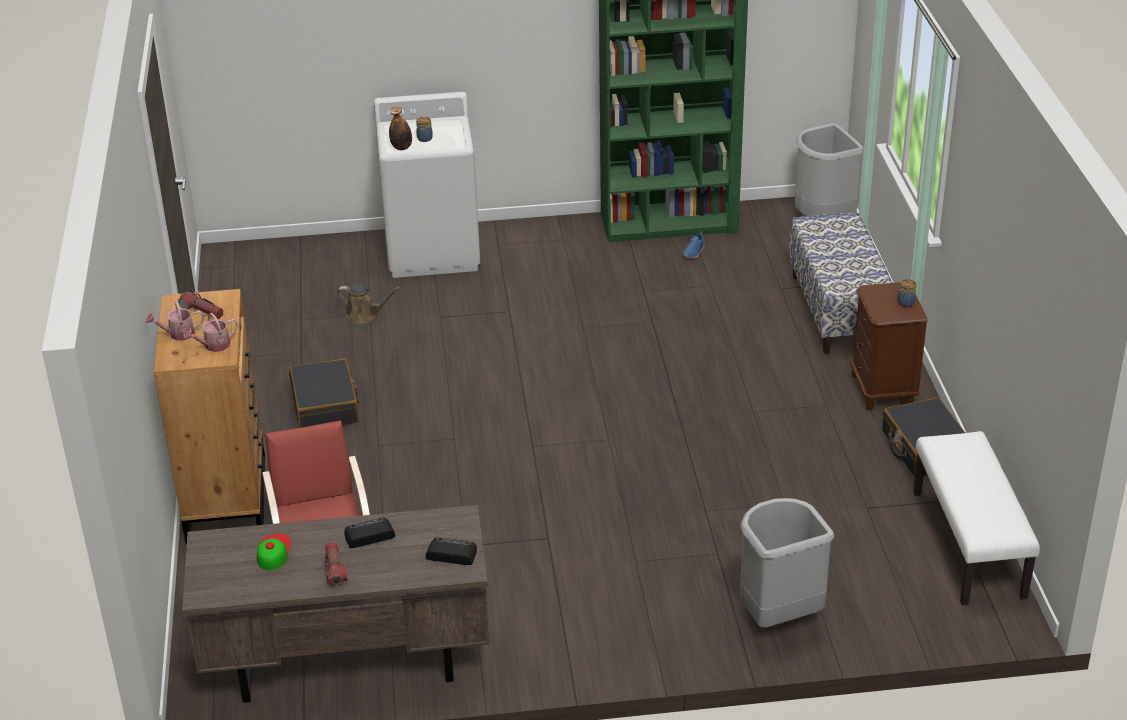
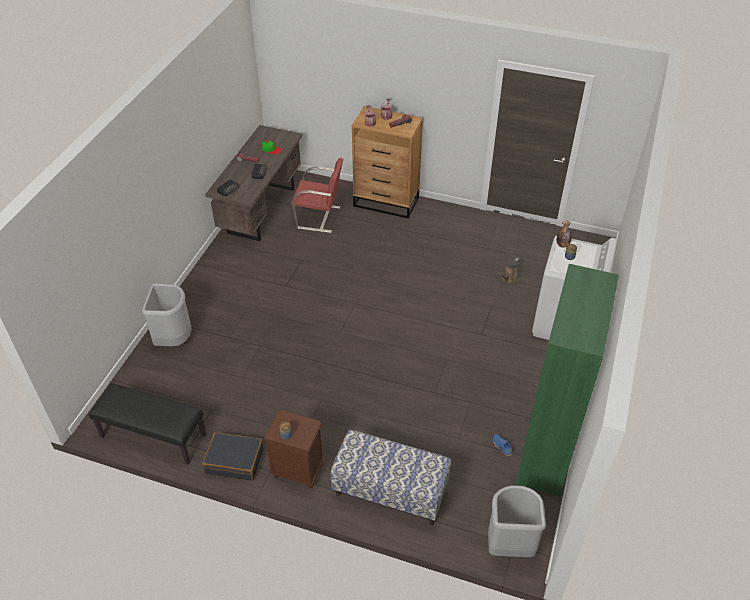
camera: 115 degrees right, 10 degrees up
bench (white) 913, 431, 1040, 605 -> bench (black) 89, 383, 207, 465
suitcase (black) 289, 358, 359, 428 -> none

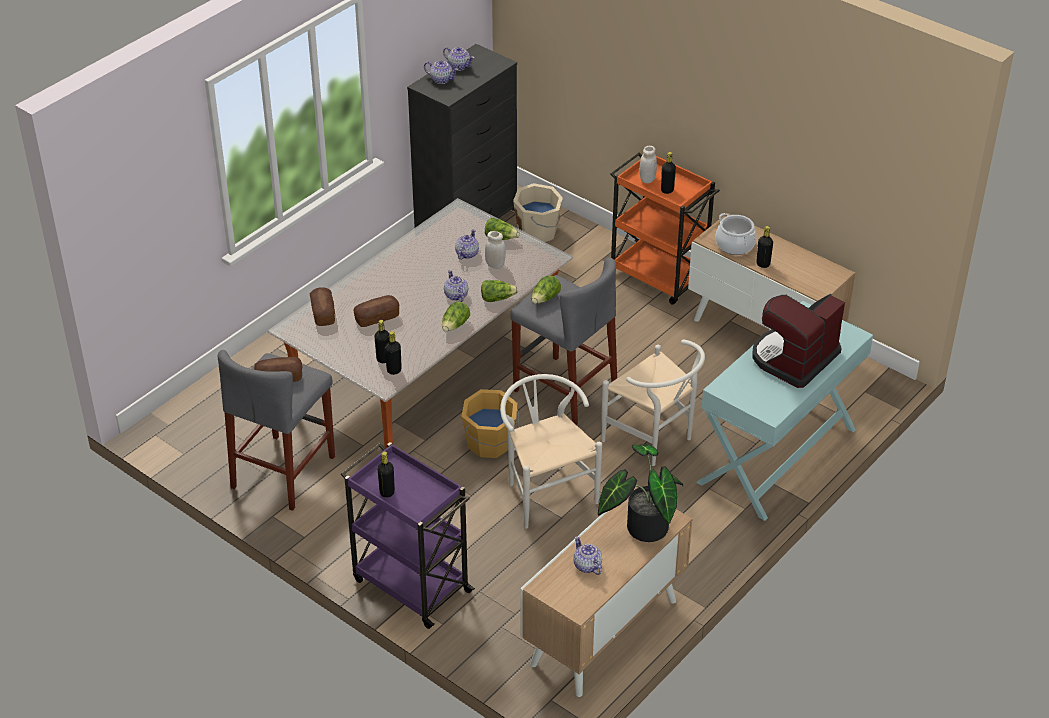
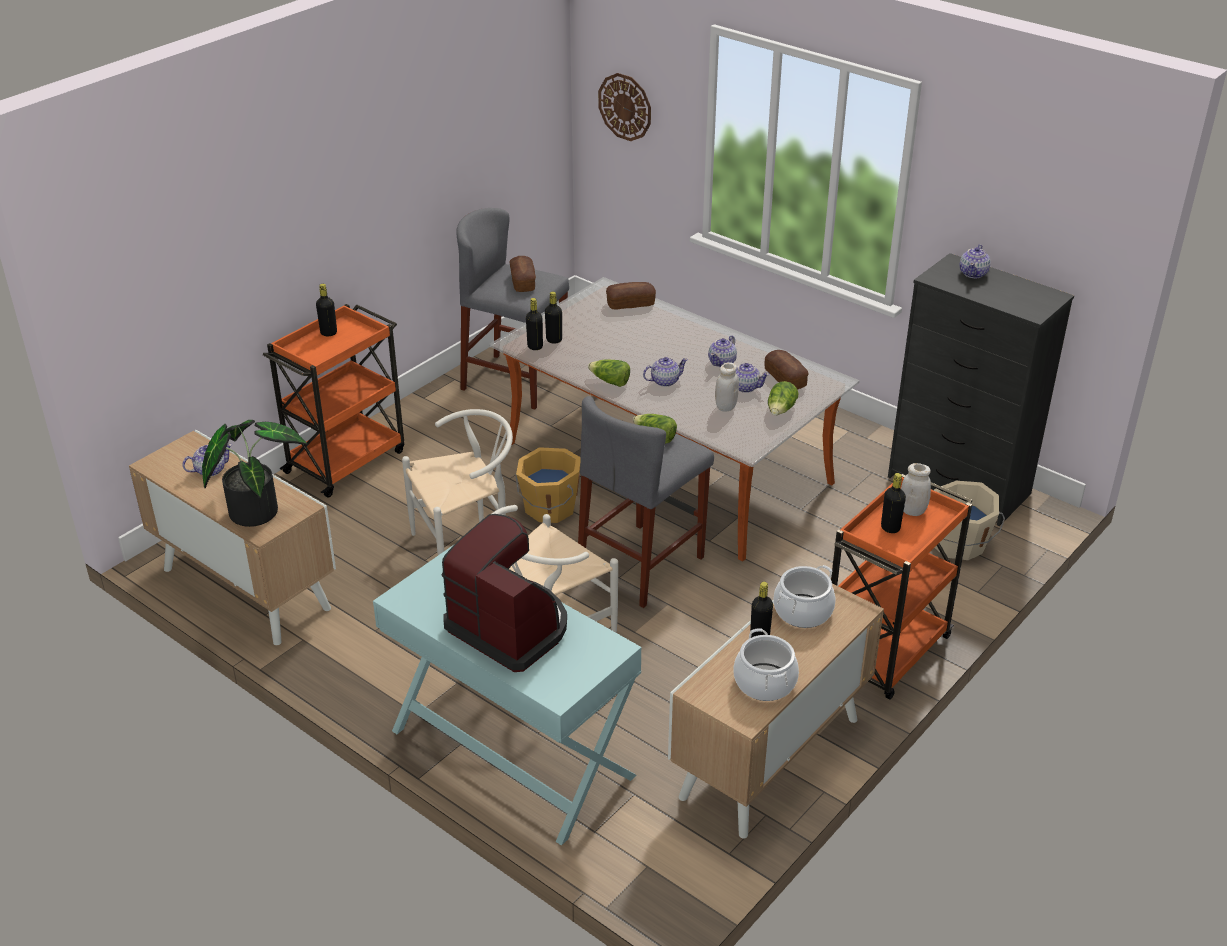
camera: 90 degrees right, 5 degrees down
cart (purple) 341, 442, 475, 629 -> cart (orange) 263, 304, 404, 498
none -> wall clock 598, 73, 651, 141
teapot 443, 47, 475, 71 -> teapot 708, 335, 737, 367, moved
none -> cooking pot 734, 628, 799, 701
bread 353, 295, 399, 327 -> bread 765, 350, 808, 389, moved
lettuce 481, 280, 519, 302 -> none

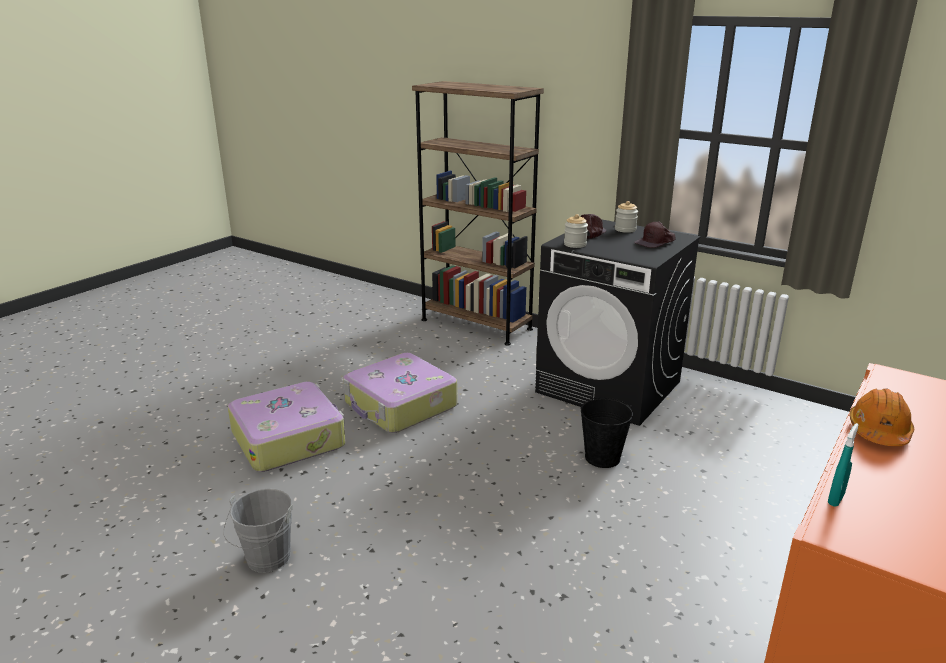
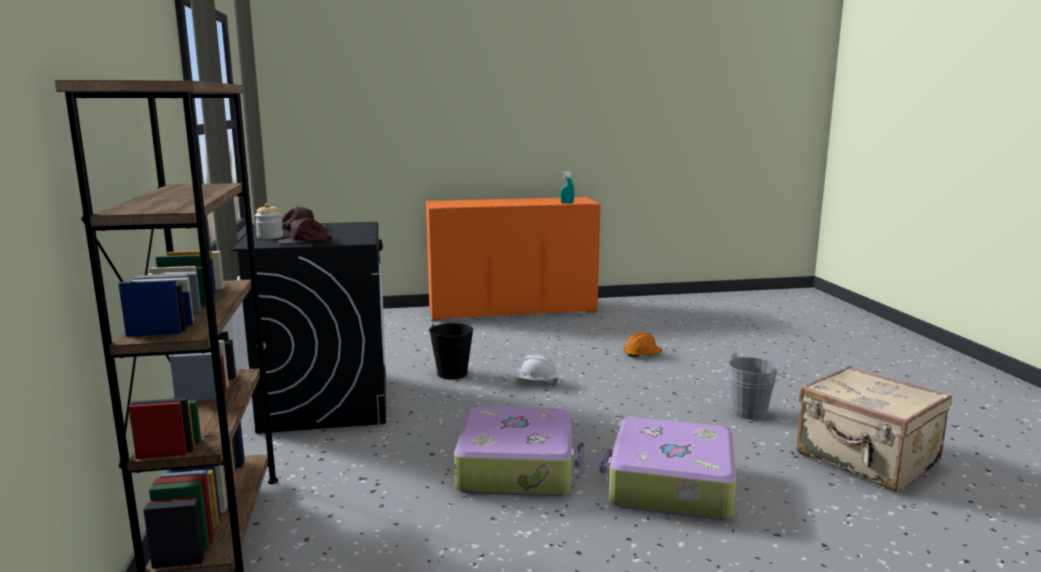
camera: 135 degrees left, 10 degrees down
none -> hard hat (white) 515, 354, 558, 384
hard hat (orange) 850, 388, 914, 446 -> hard hat (orange) 623, 332, 662, 357, moved
none -> suitcase (beige) 797, 366, 952, 493
jar 564, 214, 588, 248 -> none

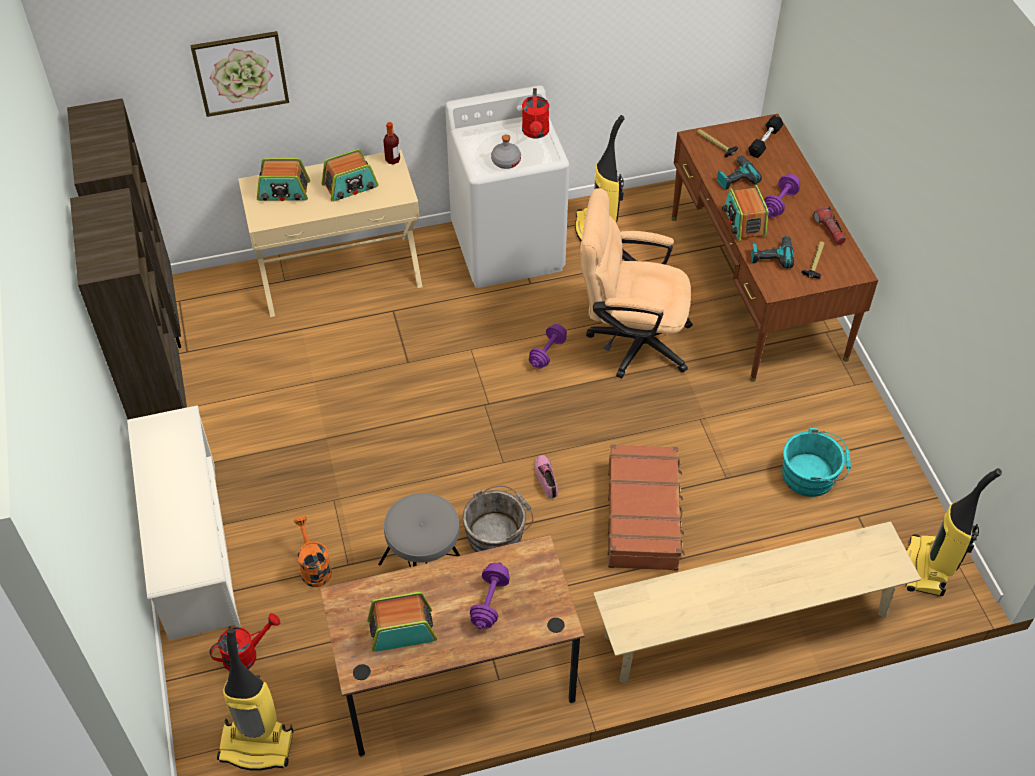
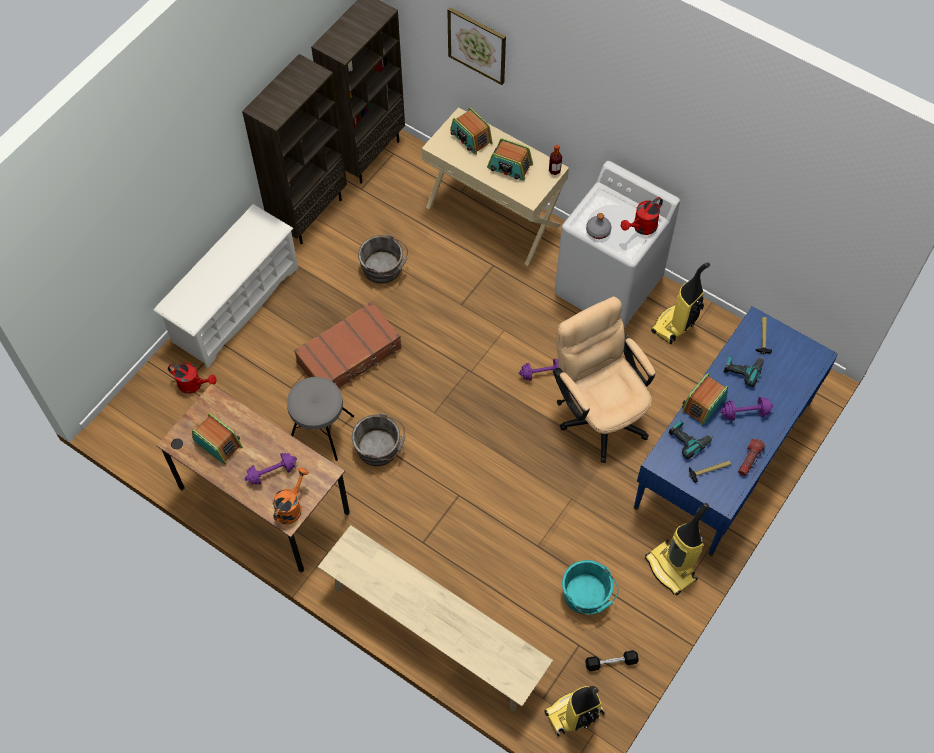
camera: 50 degrees right, 10 degrees up
watering can (orange) 294, 516, 332, 587 -> watering can (orange) 273, 467, 309, 524, moved
suitcase (brown) 608, 444, 685, 571 -> suitcase (brown) 294, 302, 402, 388, moved
none -> bucket (grey) 358, 234, 408, 284
dumbbell (black) 748, 115, 783, 158 -> dumbbell (black) 586, 650, 638, 671, moved
desk (brown) 672, 114, 878, 382 -> desk (blue) 634, 306, 838, 556
vacuum cleaner 217, 629, 293, 771 -> vacuum cleaner 645, 503, 709, 595, moved
shoe 534, 455, 559, 499 -> none

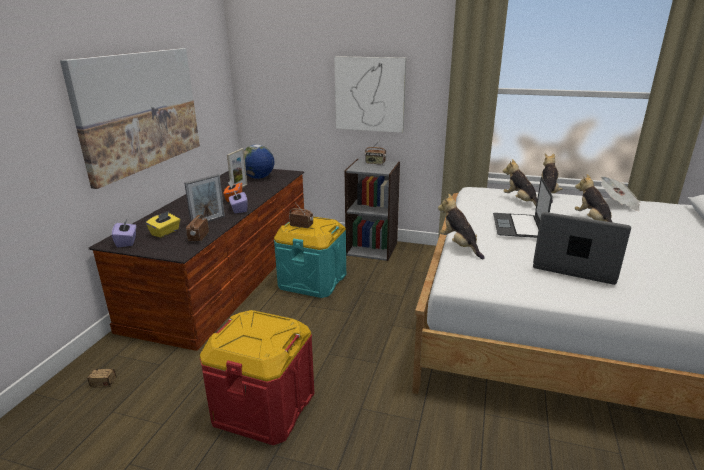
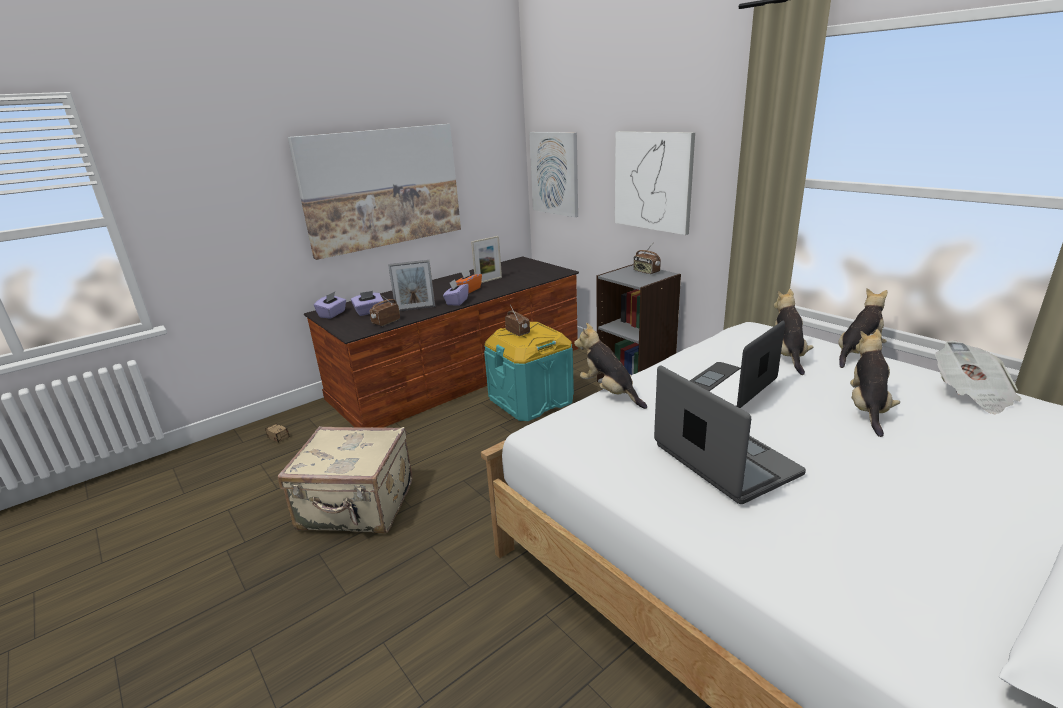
camera: 35 degrees right, 0 degrees up
storage box (red) 200, 310, 314, 445 -> suitcase (beige) 278, 426, 413, 533
tissue box (yellow) 146, 211, 180, 238 -> tissue box (purple) 351, 291, 384, 316
none -> picture 529, 132, 578, 217
plush toy 438, 194, 485, 260 -> plush toy 574, 323, 647, 409, 45 degrees counterclockwise
globe 244, 144, 274, 179 -> none

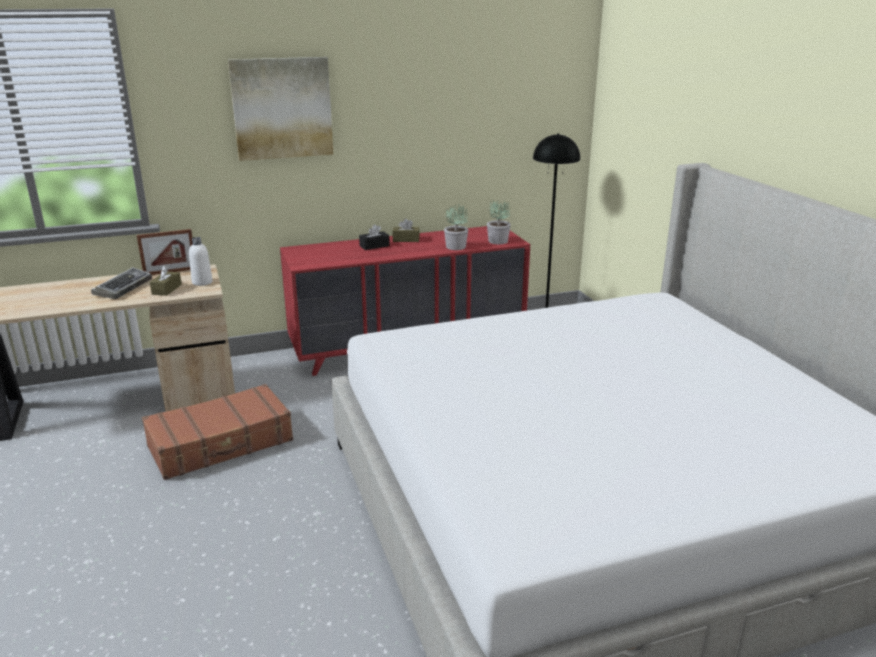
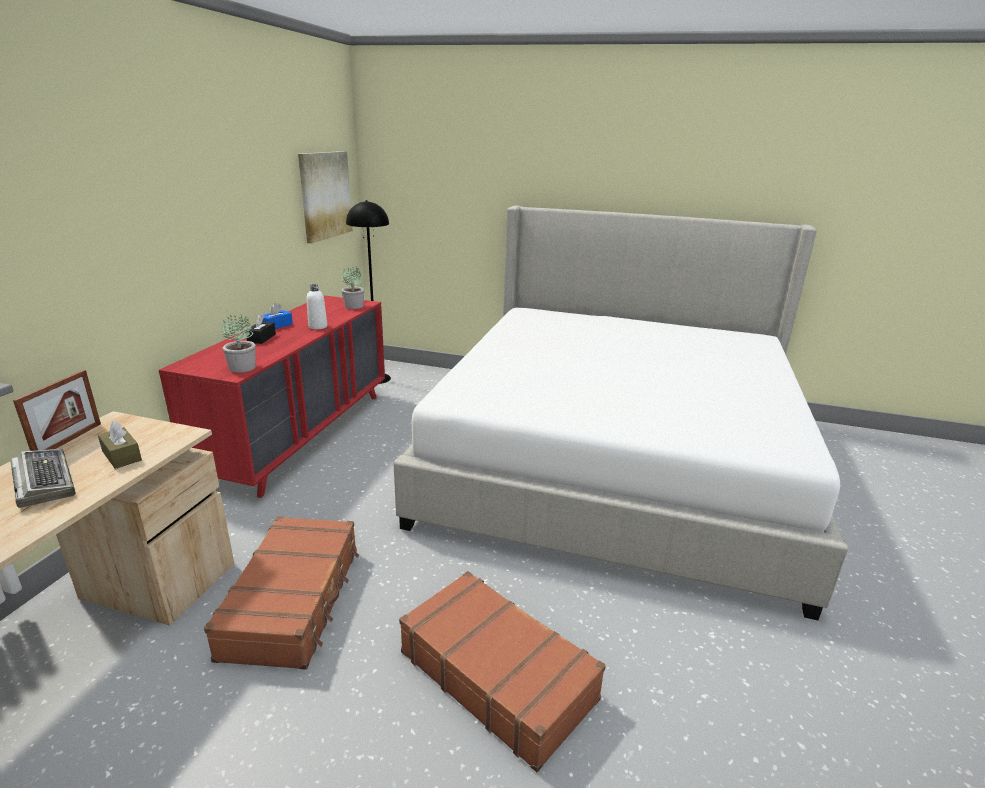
camera: 55 degrees left, 0 degrees up
potted plant 444, 204, 468, 250 -> potted plant 221, 315, 256, 372, moved
tissue box (brown) 392, 219, 420, 242 -> tissue box (blue) 262, 303, 293, 329
picture 228, 57, 333, 161 -> picture 298, 151, 353, 243, moved
bottle (white) 189, 237, 213, 286 -> bottle (white) 307, 284, 327, 329, moved
none -> suitcase (brown) 399, 571, 606, 772

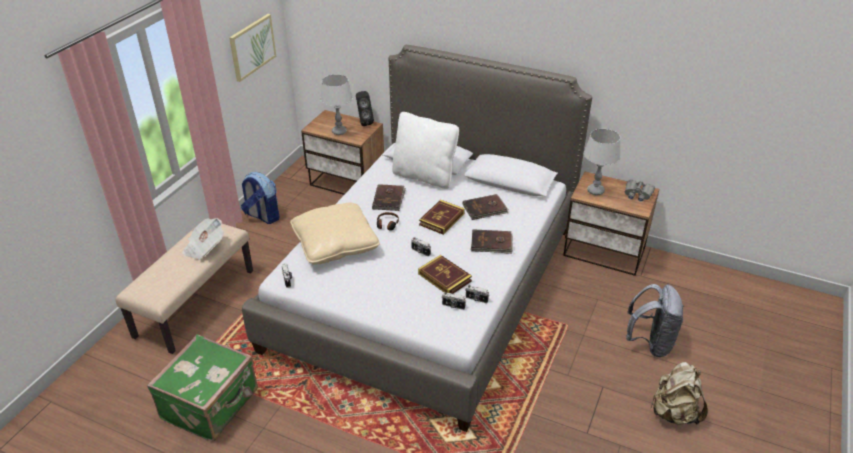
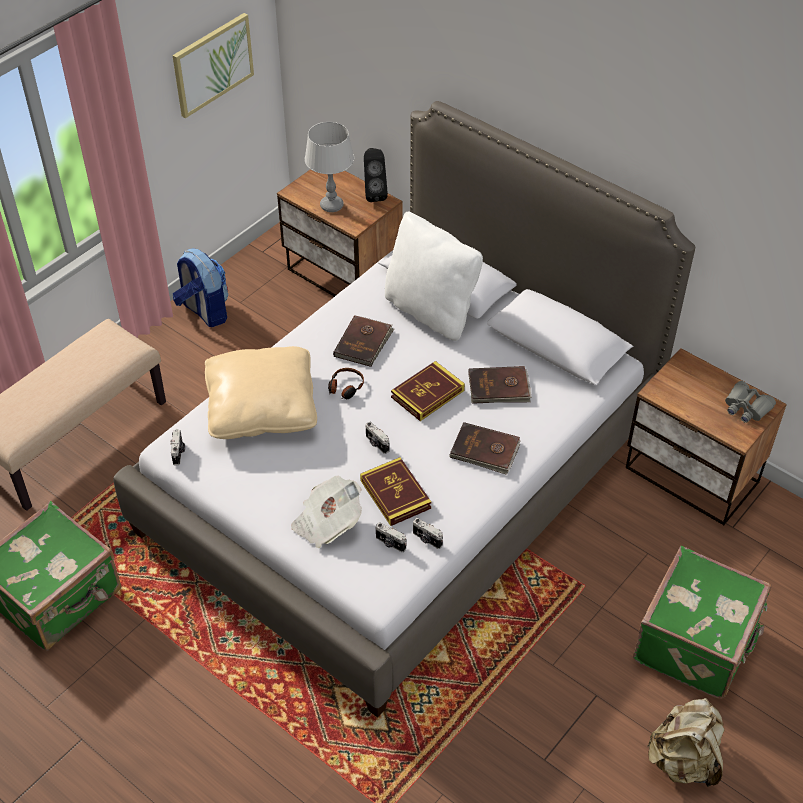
camera: 15 degrees right, 10 degrees up
newspaper 182, 218, 224, 260 -> newspaper 291, 476, 362, 548, moved
backpack (grey) 626, 284, 684, 357 -> suitcase (green) 633, 546, 772, 699
table lamp (grey) 584, 129, 620, 195 -> none

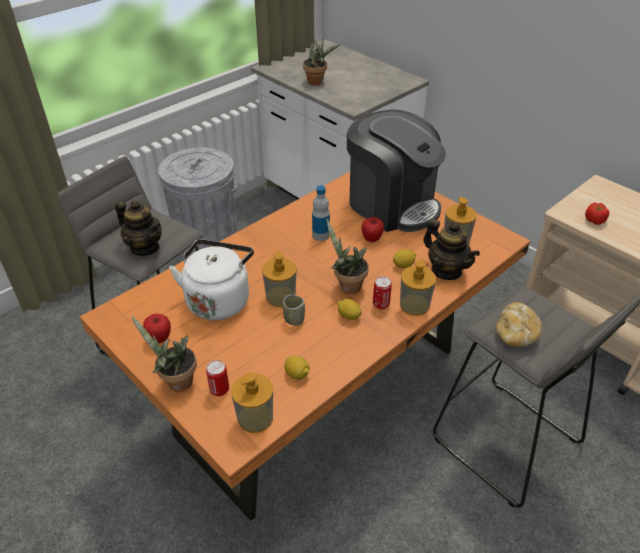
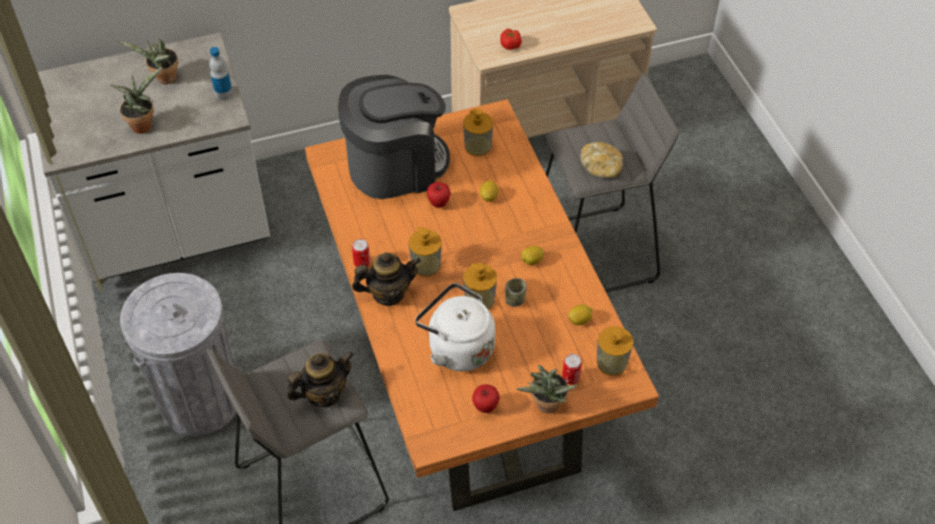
camera: 65 degrees left, 10 degrees up
potted plant 326, 219, 369, 294 -> potted plant 118, 38, 178, 84, moved
bottle 312, 185, 330, 241 -> bottle 209, 47, 233, 100, moved
can 373, 276, 392, 309 -> can 352, 239, 370, 267, moved
teapot 424, 219, 480, 280 -> teapot 352, 253, 421, 306, moved
soap dispenser 400, 259, 436, 316 -> soap dispenser 408, 227, 442, 277, moved

